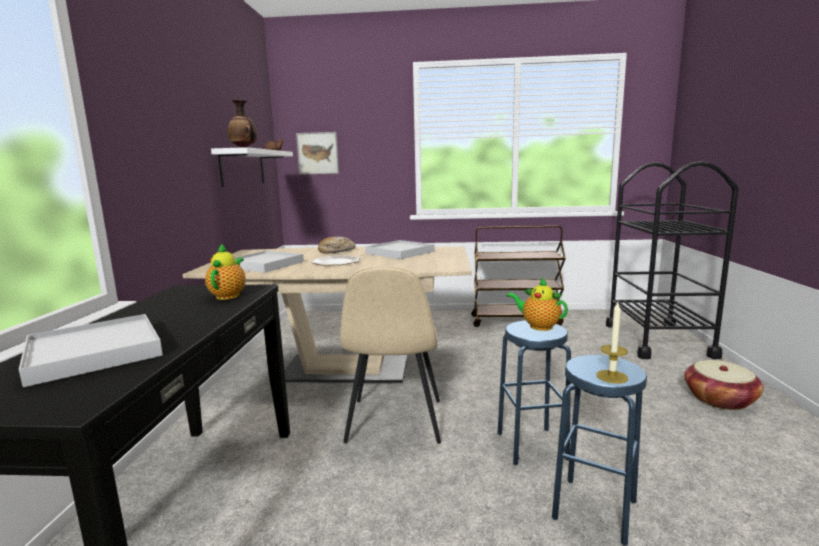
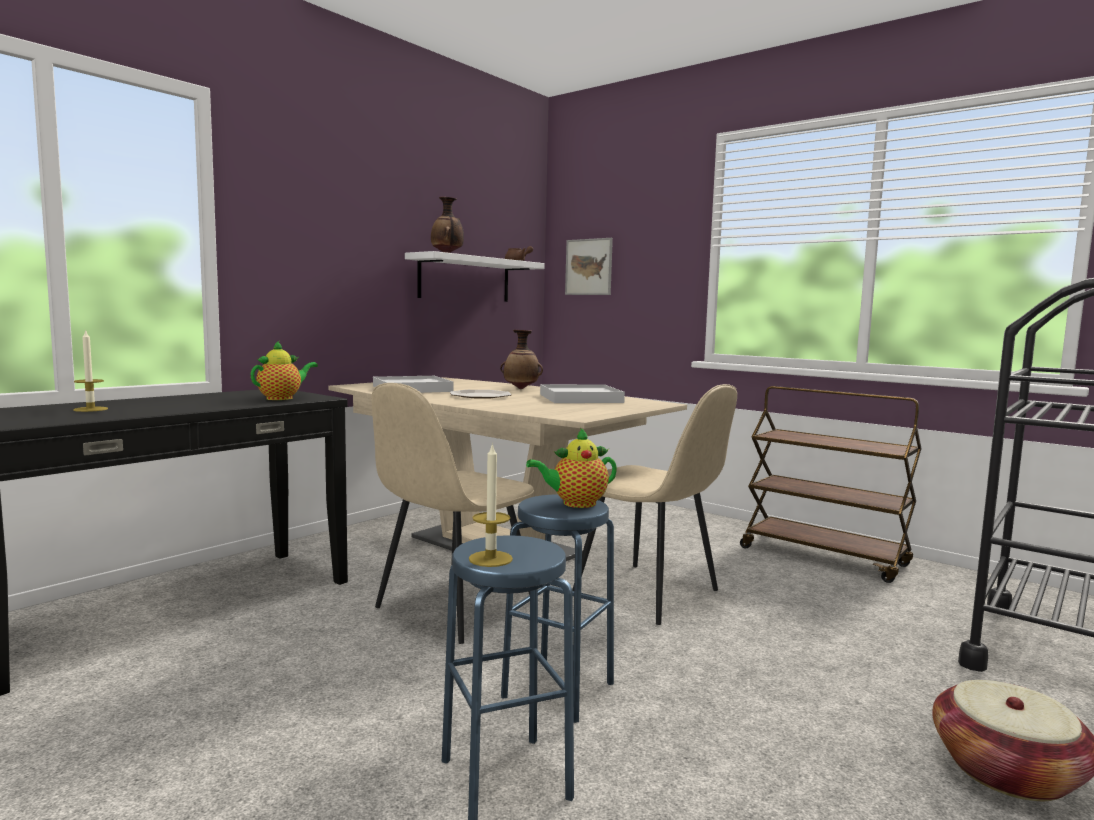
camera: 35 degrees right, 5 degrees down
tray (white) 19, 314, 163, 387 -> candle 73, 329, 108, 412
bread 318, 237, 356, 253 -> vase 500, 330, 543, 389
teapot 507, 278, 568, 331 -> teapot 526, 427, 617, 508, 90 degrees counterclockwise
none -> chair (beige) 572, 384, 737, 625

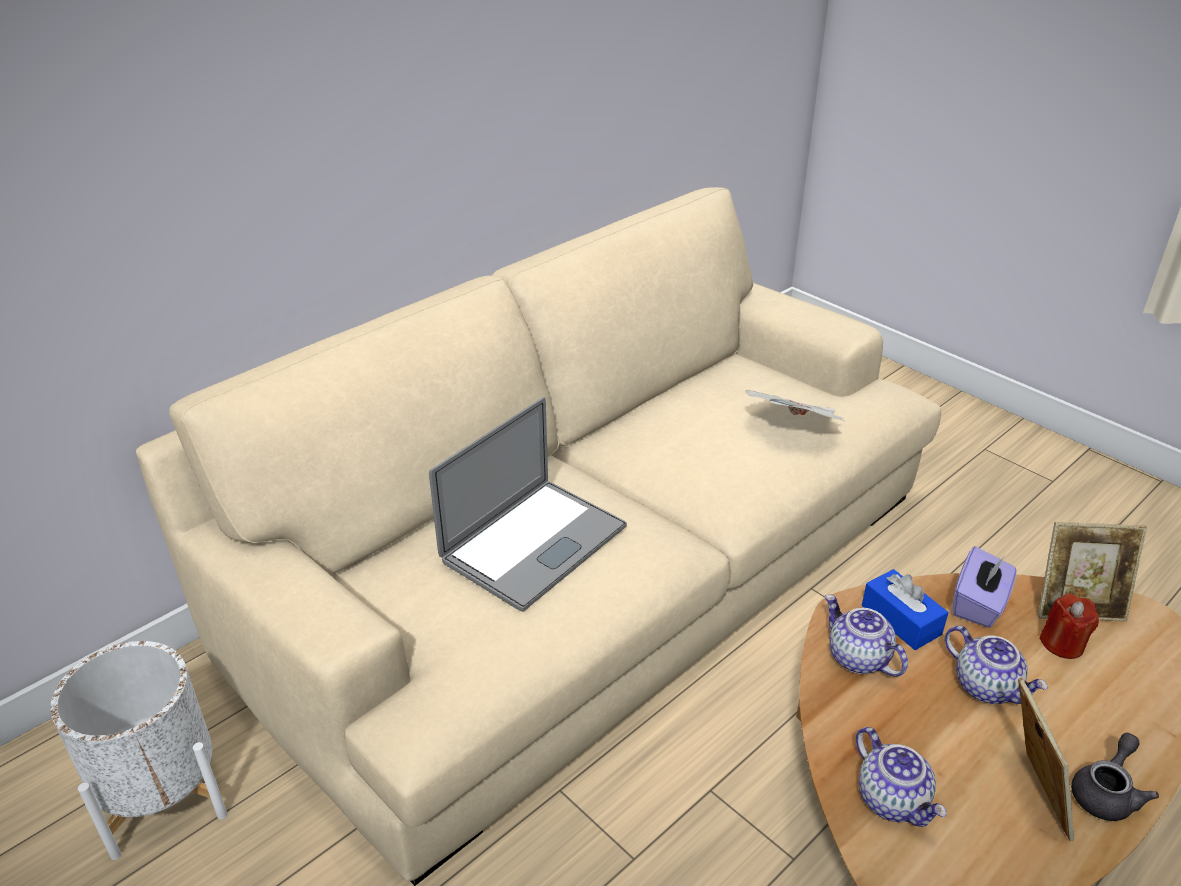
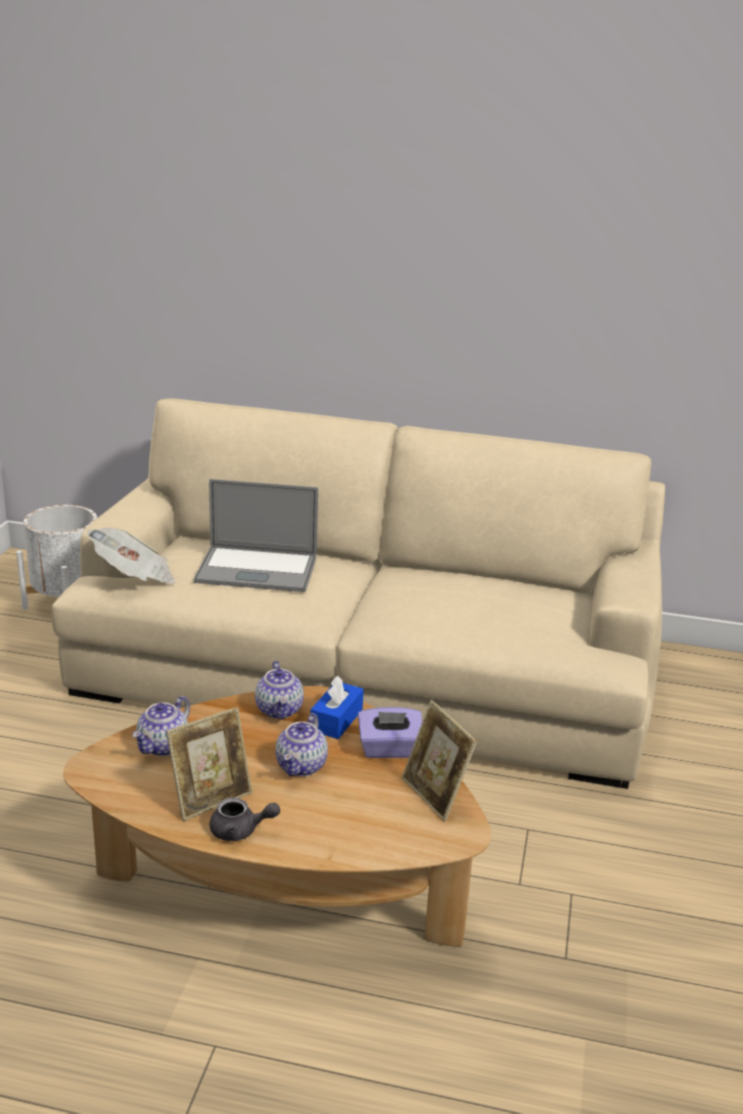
camera: 55 degrees right, 10 degrees down
newspaper 745, 390, 846, 422 -> newspaper 87, 528, 176, 584, moved
teapot 825, 595, 908, 677 -> teapot 255, 661, 304, 719, 150 degrees clockwise
candle (red) 1039, 593, 1099, 659 -> none

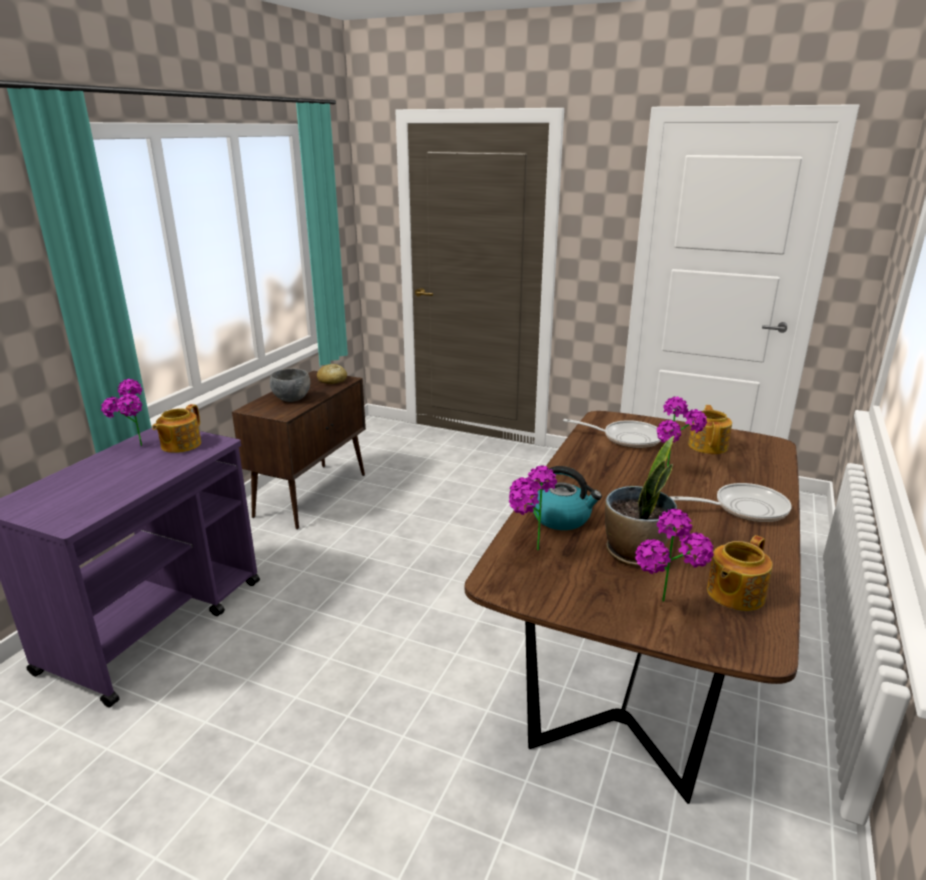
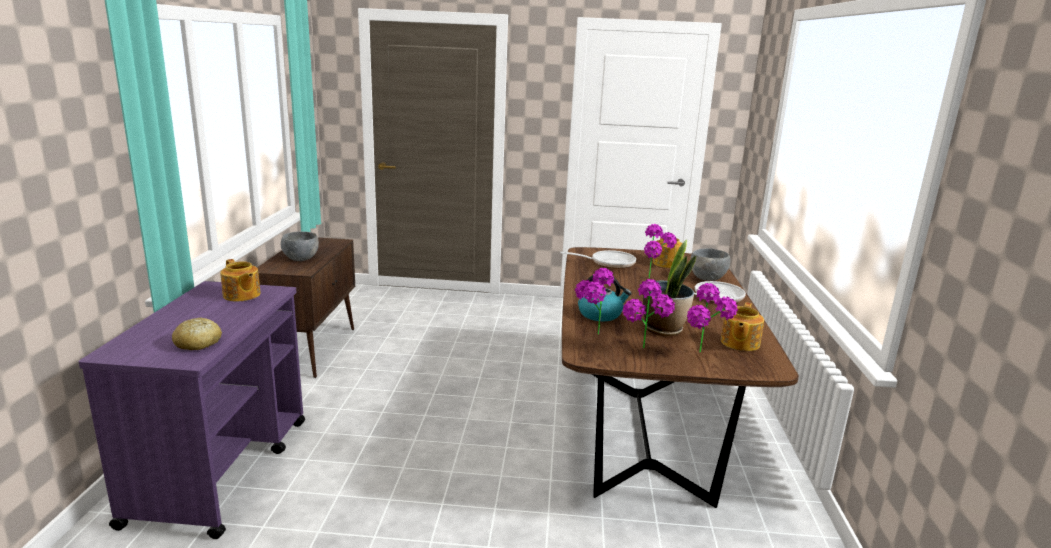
camera: 20 degrees left, 5 degrees down
bread 317, 364, 347, 384 -> bread 172, 317, 222, 350, moved
teapot 152, 404, 201, 453 -> teapot 220, 259, 261, 301, 45 degrees counterclockwise
potted plant 101, 379, 142, 446 -> potted plant 623, 279, 675, 348, moved
none -> bowl (grey) 690, 248, 730, 280

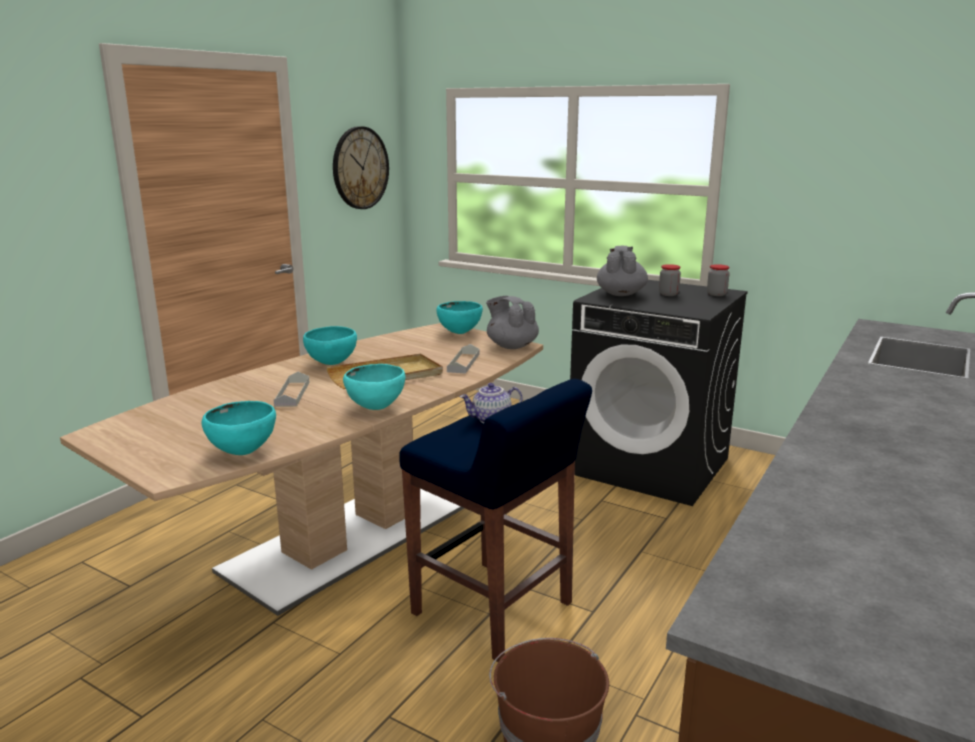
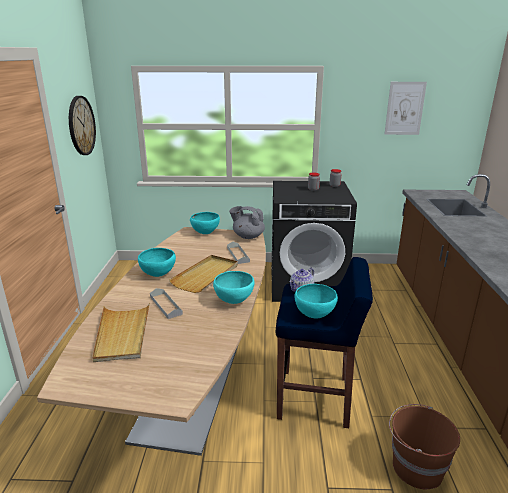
camera: 30 degrees left, 5 degrees up
none -> tray (beige) 92, 303, 150, 362
bowl (turquoise) 202, 401, 276, 455 -> bowl (turquoise) 294, 284, 338, 319, moved
none -> picture 385, 82, 427, 135
teapot (grey) 597, 246, 648, 296 -> none

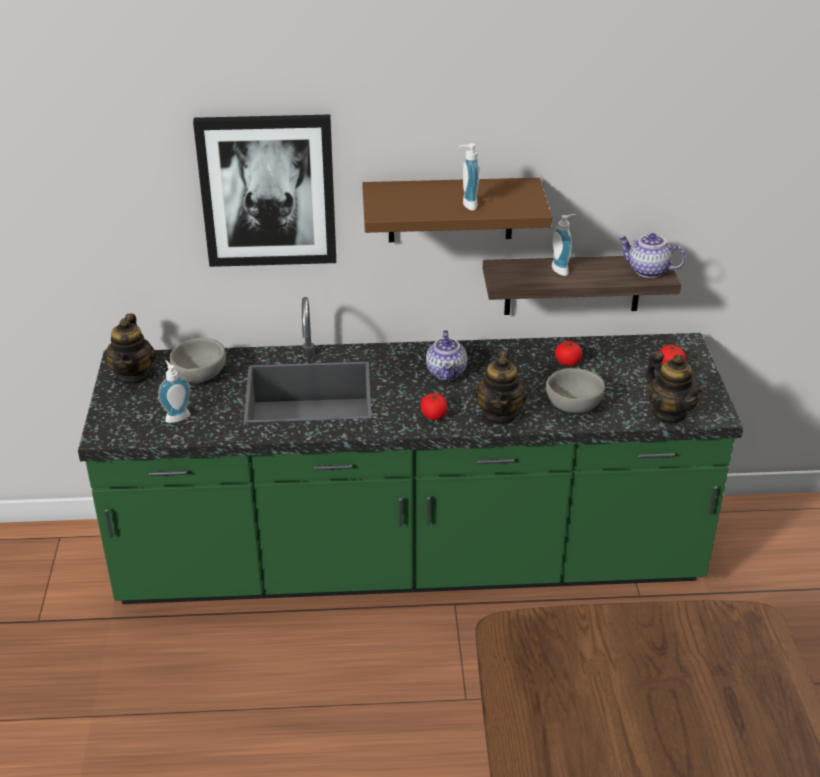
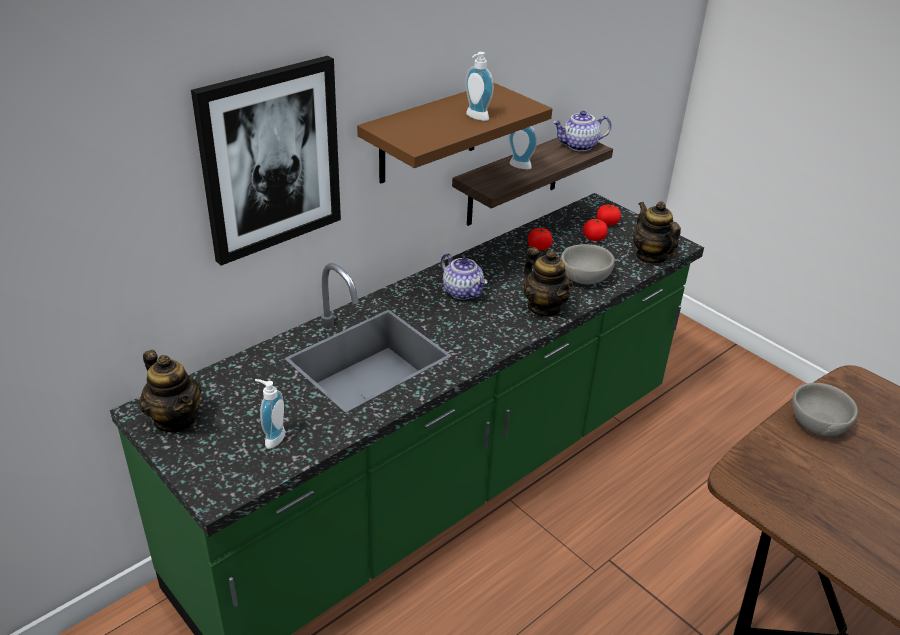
camera: 40 degrees left, 0 degrees up
tomato 421, 393, 447, 420 -> tomato 583, 219, 608, 241, moved
teapot 646, 351, 703, 423 -> teapot 633, 201, 681, 264, 135 degrees counterclockwise
bowl (grey) 170, 338, 226, 382 -> bowl (grey) 792, 383, 858, 436, moved

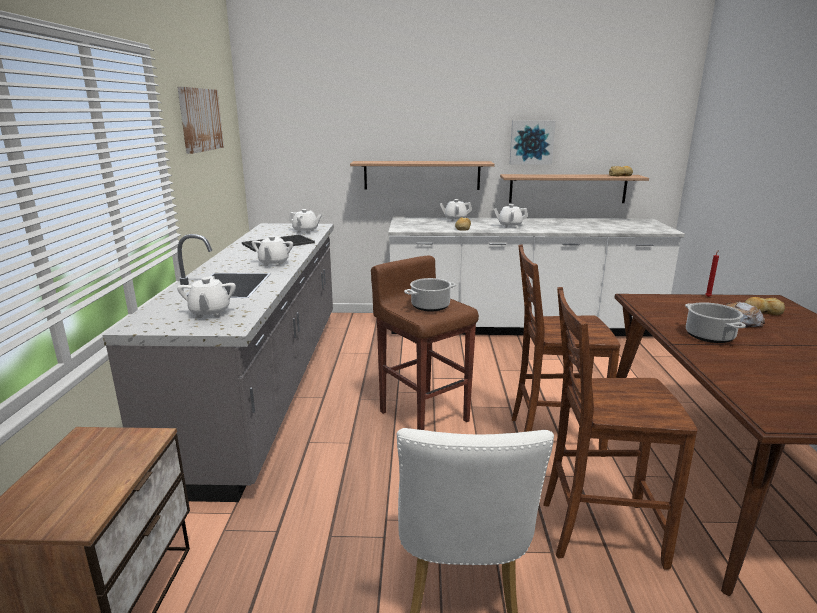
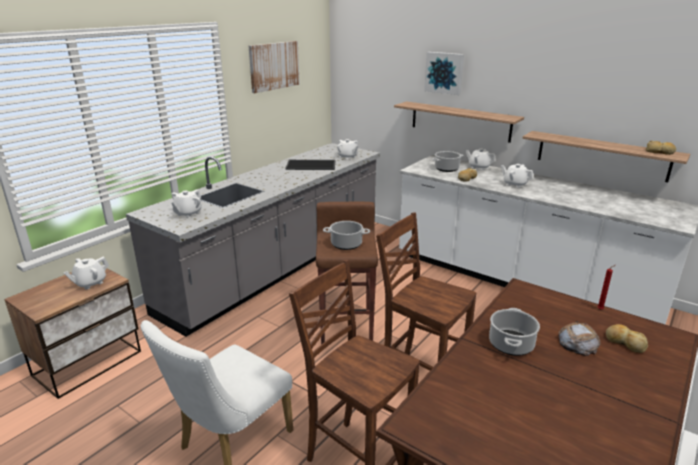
camera: 35 degrees right, 5 degrees up
teapot (white) 252, 236, 293, 266 -> teapot (white) 64, 257, 109, 290, moved
picture 509, 120, 556, 165 -> picture 424, 52, 464, 95, moved
none -> cooking pot 432, 151, 463, 172

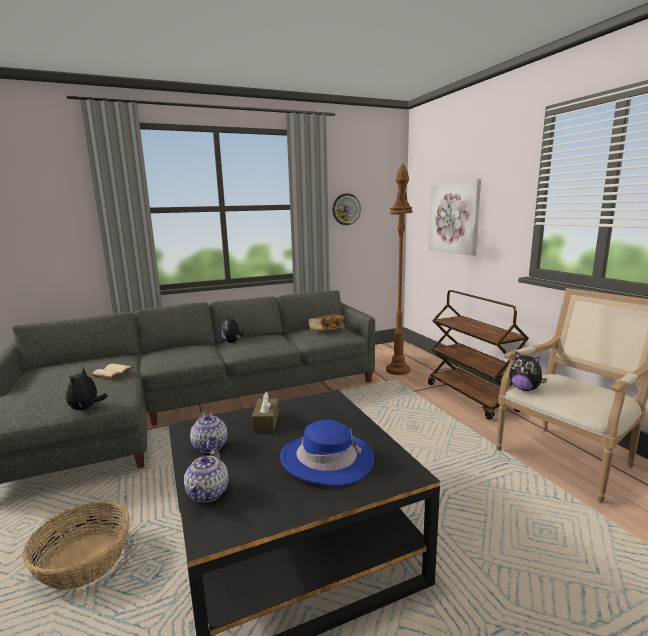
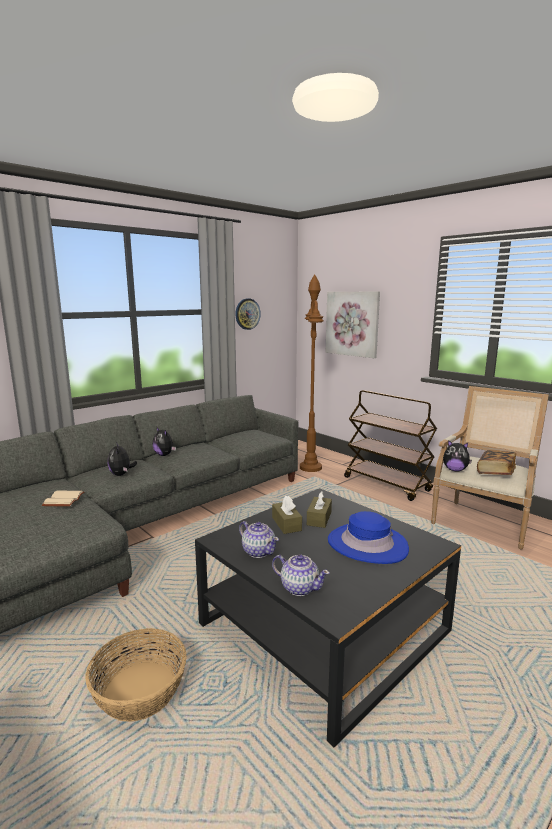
camera: 20 degrees left, 0 degrees up
plush toy 66, 368, 108, 411 -> plush toy 108, 442, 137, 476, moved
teapot 184, 449, 229, 504 -> teapot 272, 554, 330, 596, 45 degrees counterclockwise
none -> tissue box (brown) 307, 491, 332, 528
book 308, 314, 346, 331 -> book 477, 450, 516, 475, moved

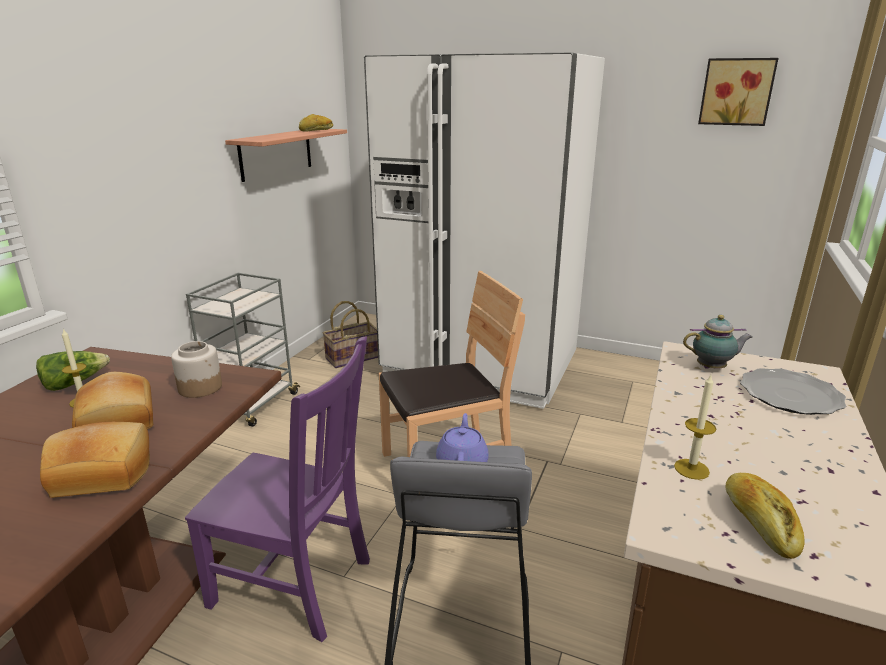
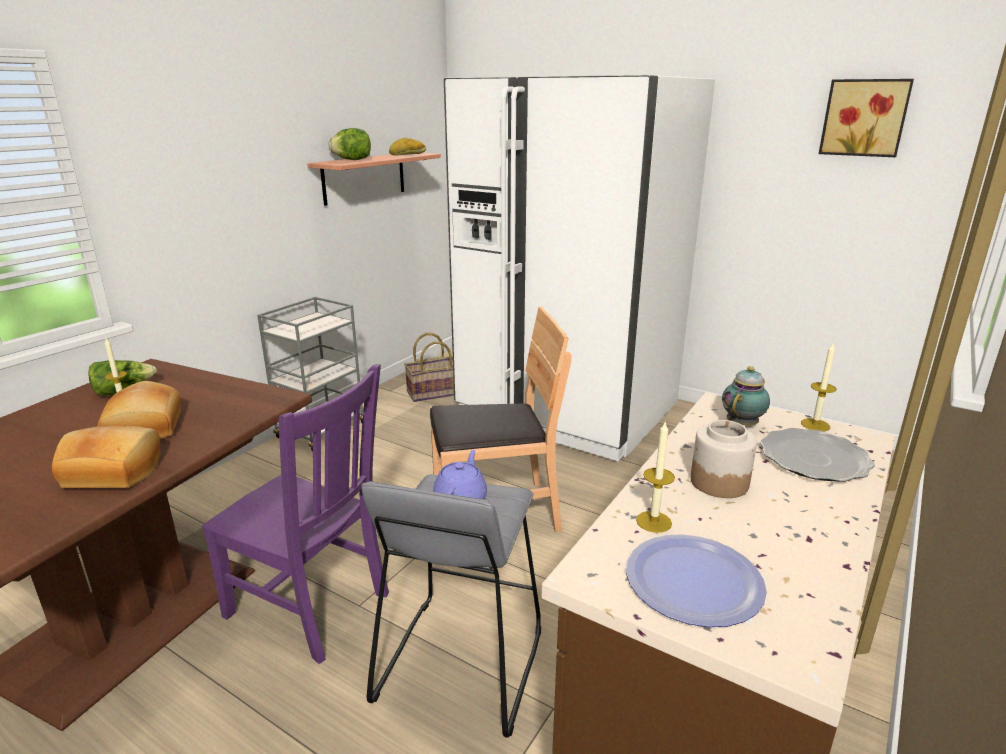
camera: 10 degrees right, 0 degrees up
none -> lettuce 328, 128, 371, 160
bread 726, 473, 805, 559 -> plate 626, 534, 767, 627
jar 171, 341, 222, 398 -> jar 691, 420, 757, 498, moved
teapot 683, 315, 752, 369 -> teapot 722, 366, 770, 425, 60 degrees counterclockwise
none -> candle 801, 344, 836, 432

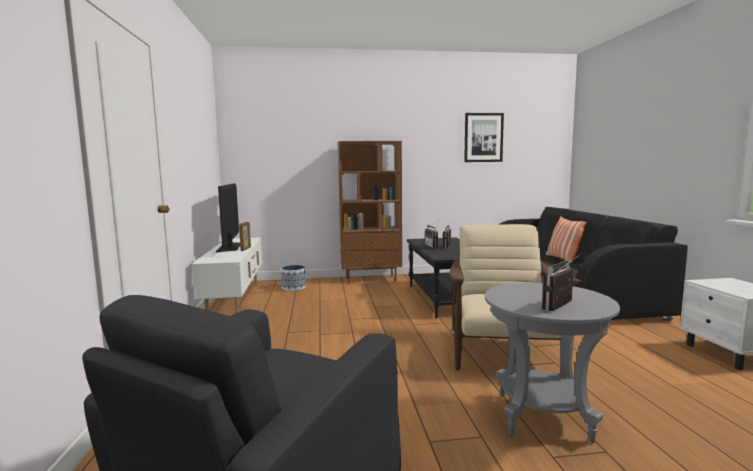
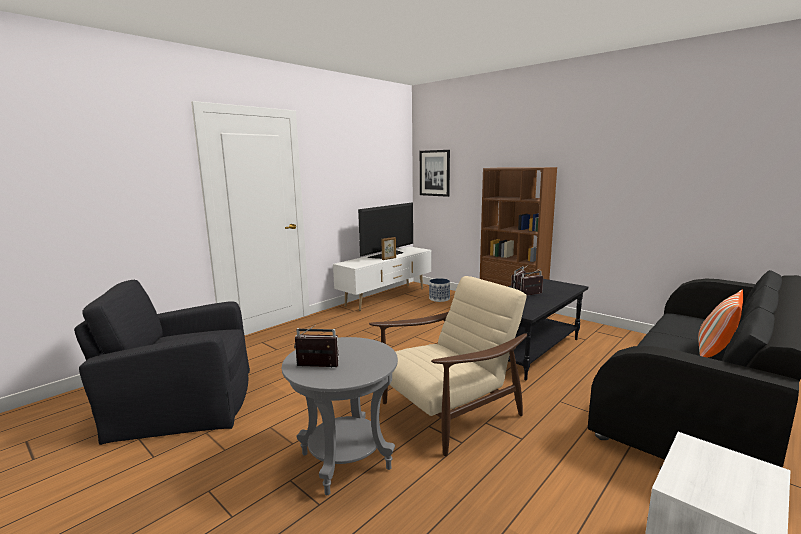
camera: 50 degrees right, 5 degrees up
picture 464, 113, 504, 162 -> picture 420, 150, 450, 197, moved

